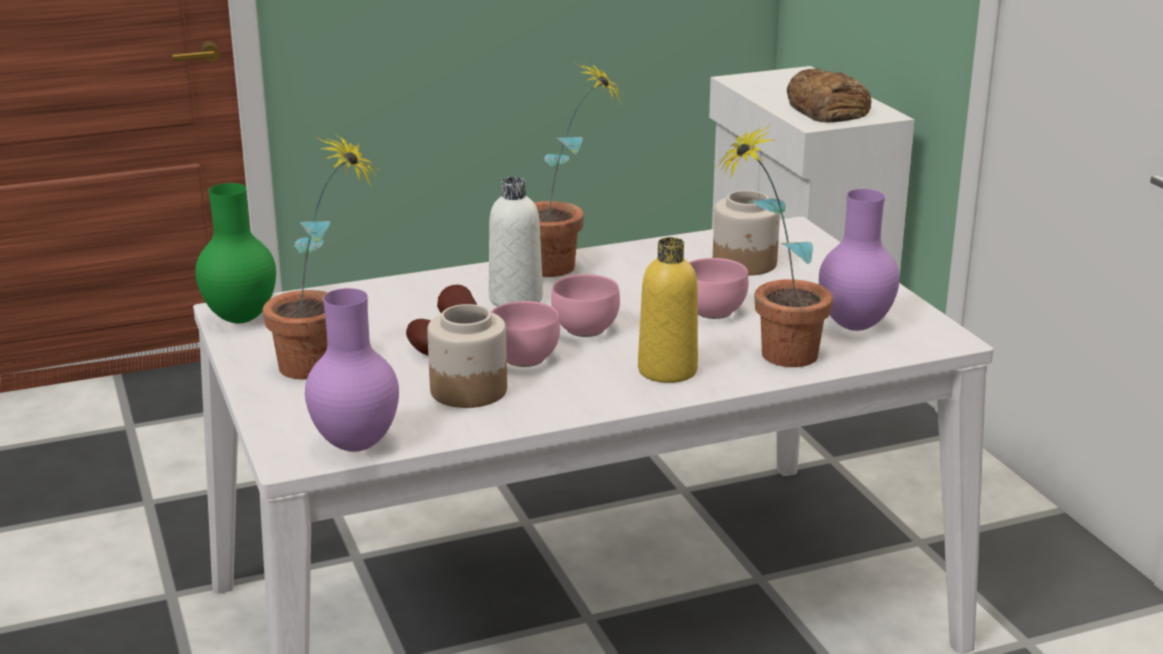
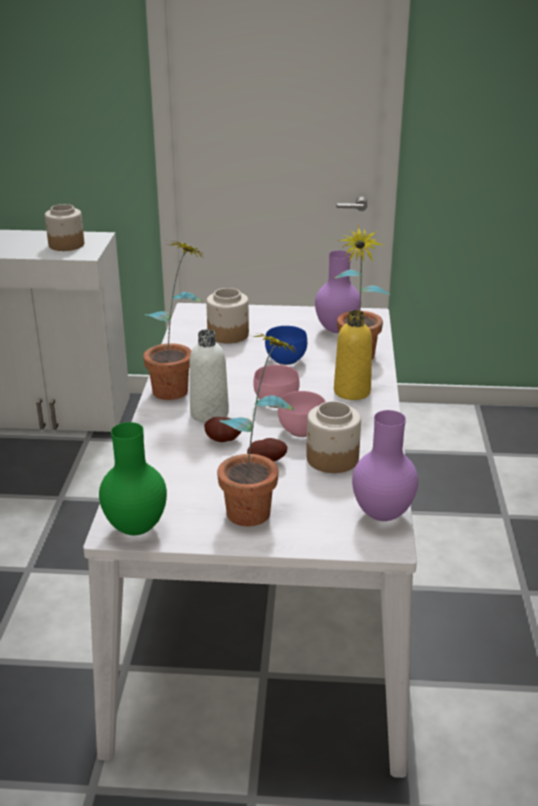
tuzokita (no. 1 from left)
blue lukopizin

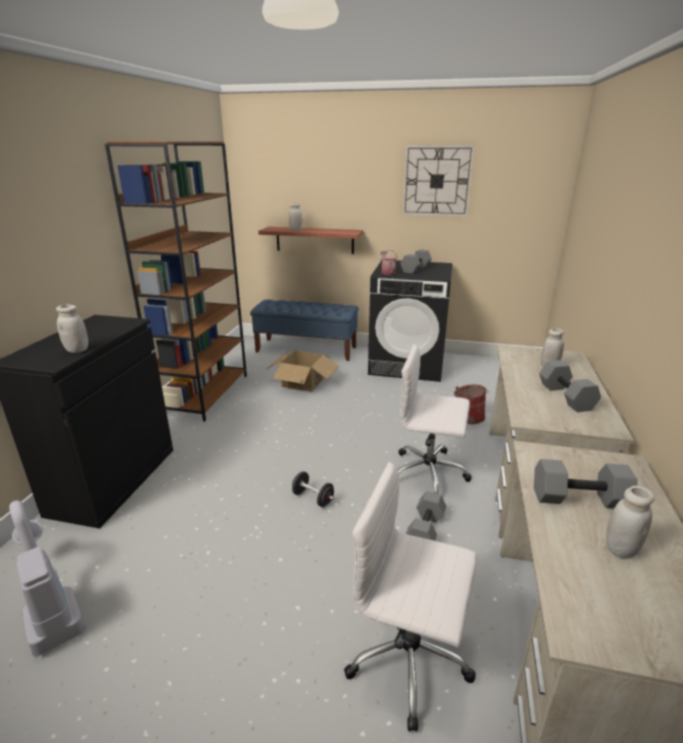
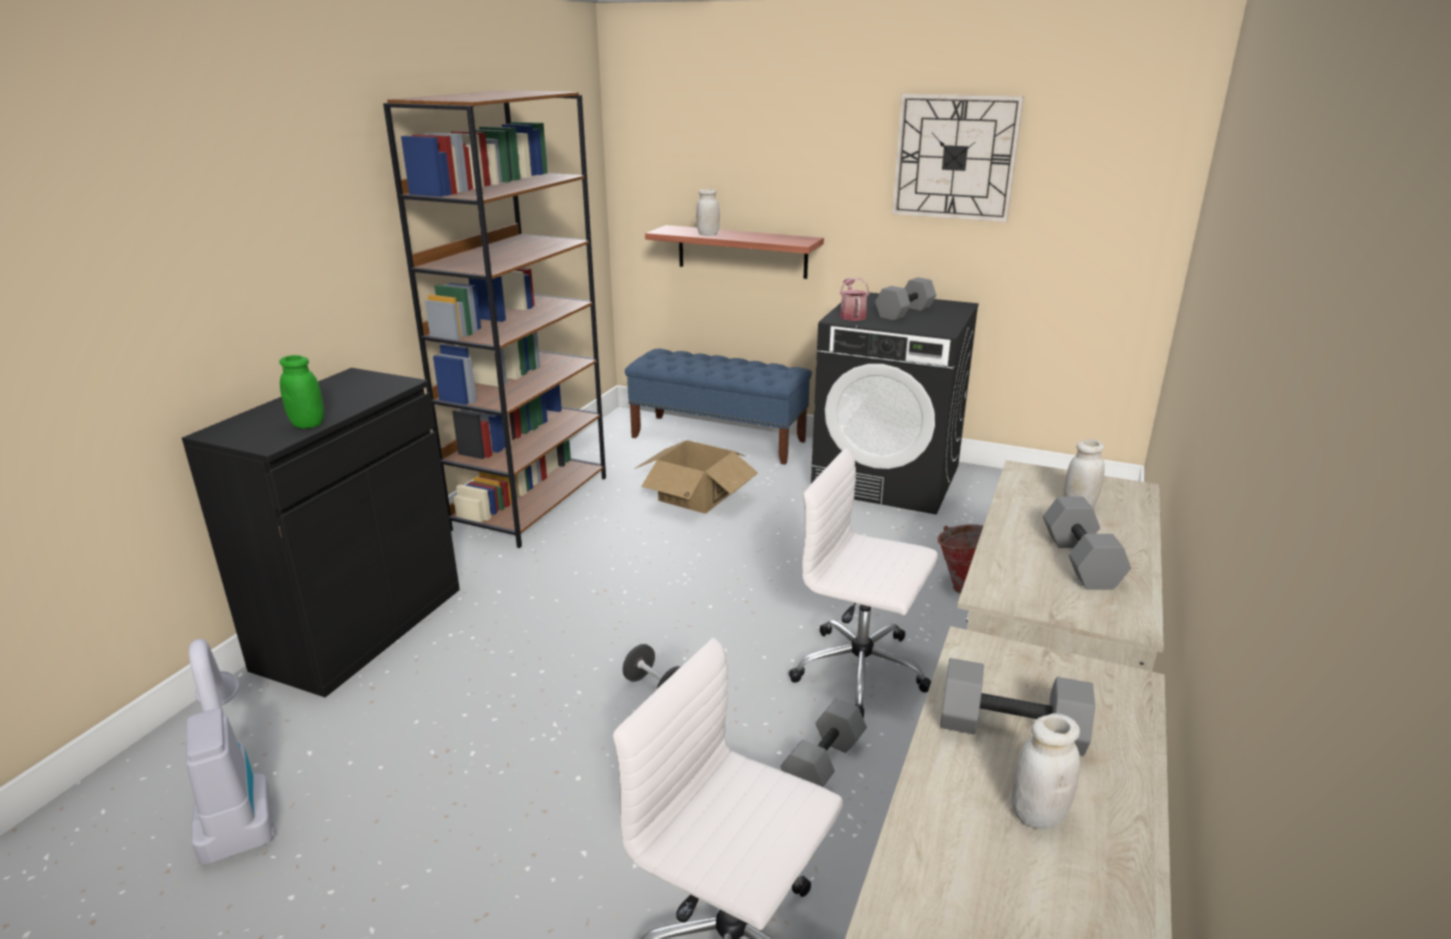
green tuzokita

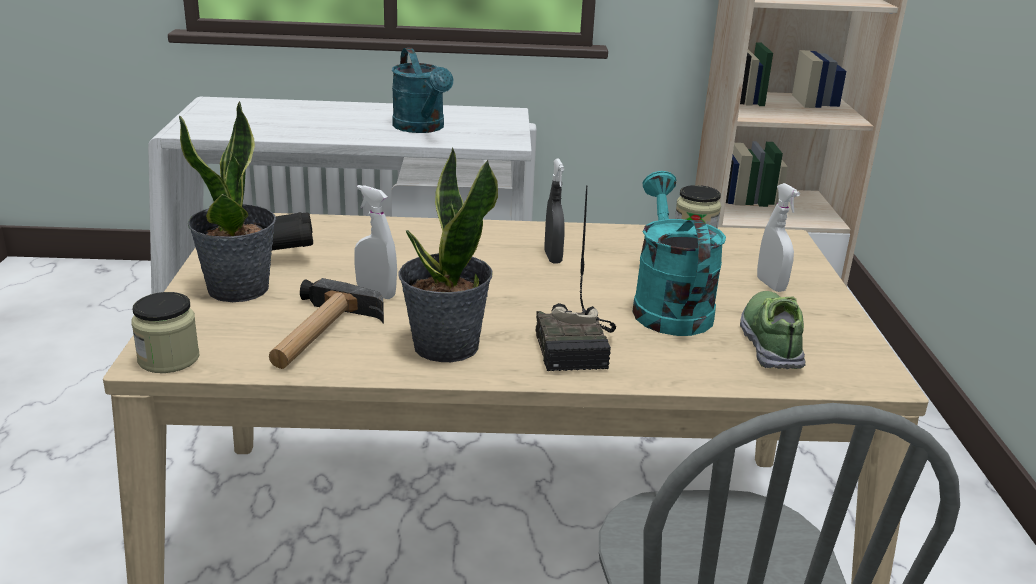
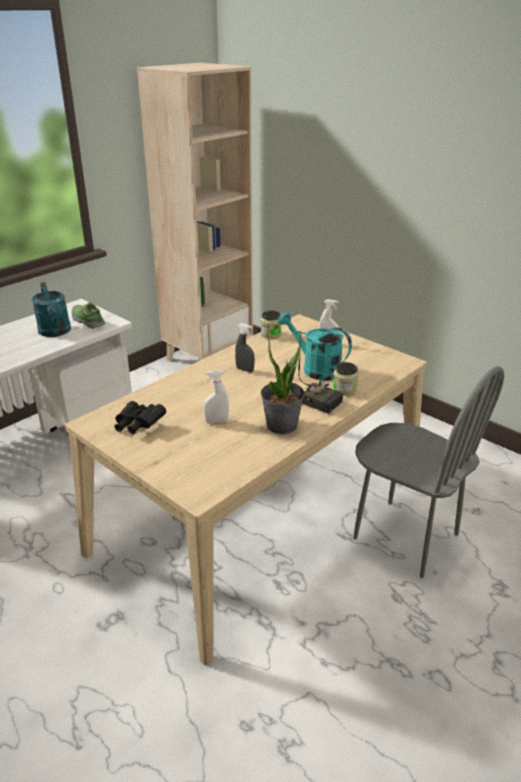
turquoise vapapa (no. 1 from left)
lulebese (no. 1 from left in the first image)
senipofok
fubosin
tuzokita (no. 2 from left)

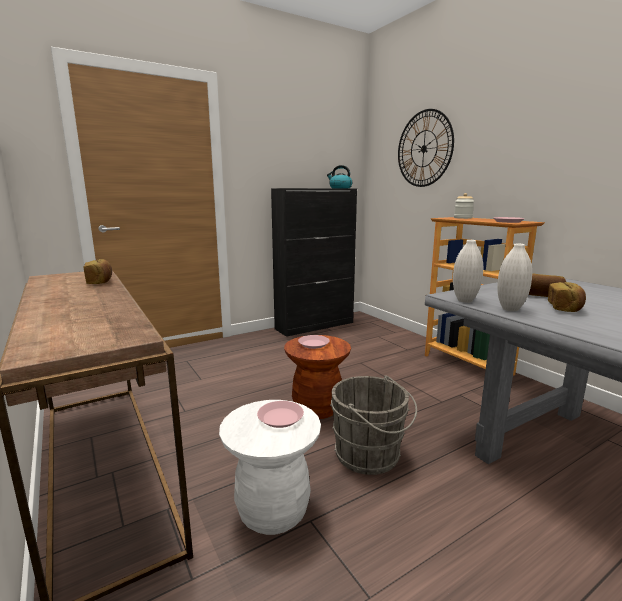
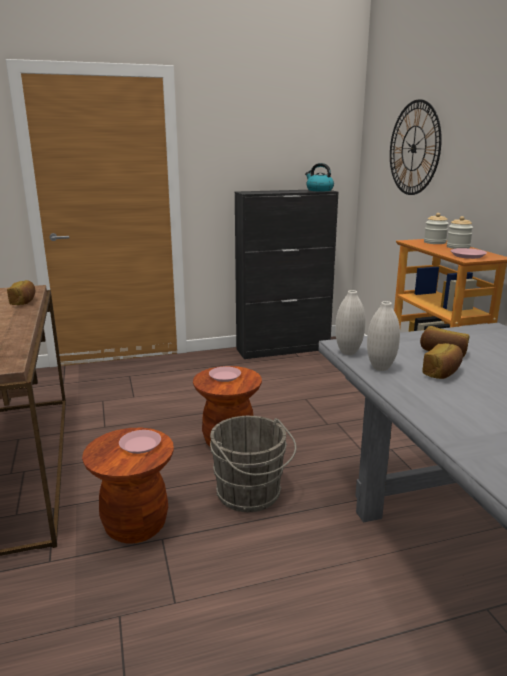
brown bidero (no. 1 from left)
tuzokita (no. 2 from left)

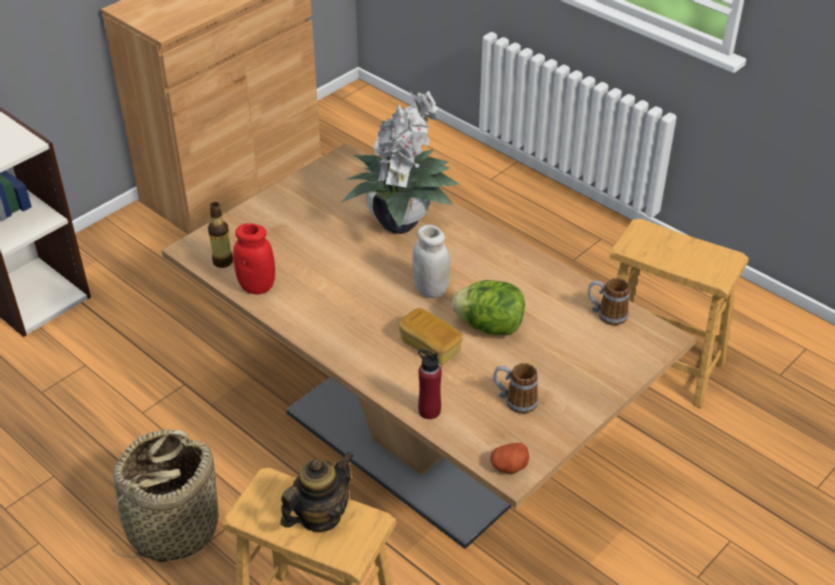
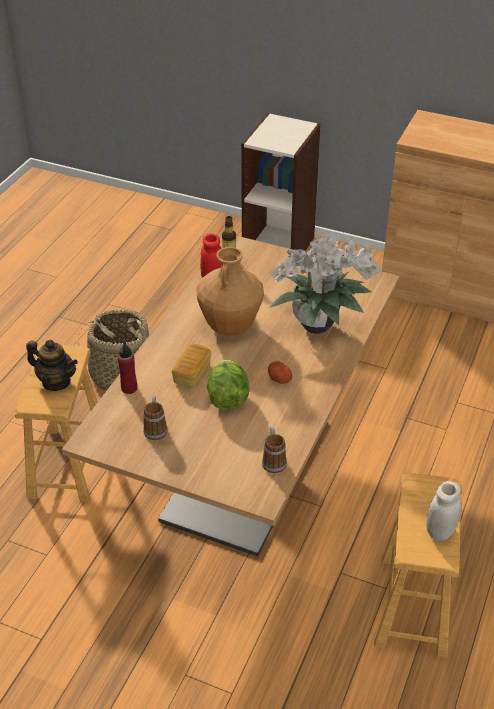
white tuzokita
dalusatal
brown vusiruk

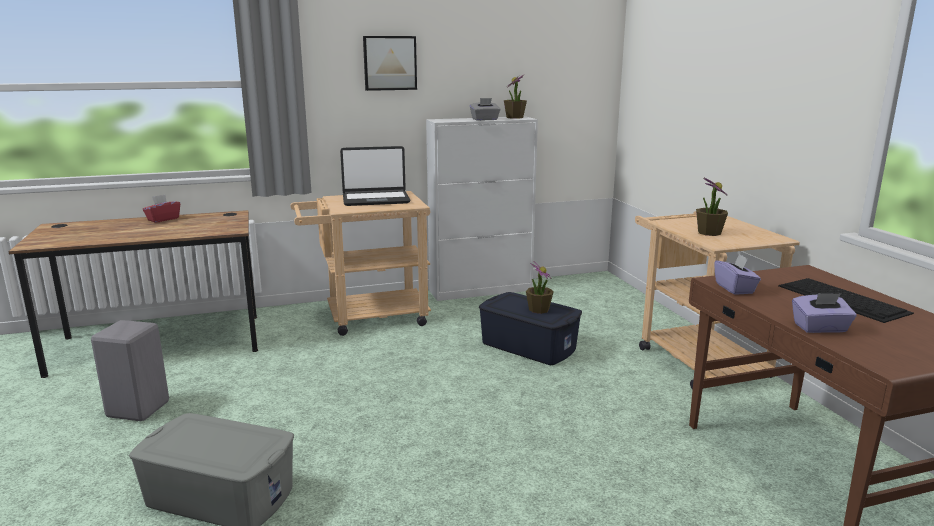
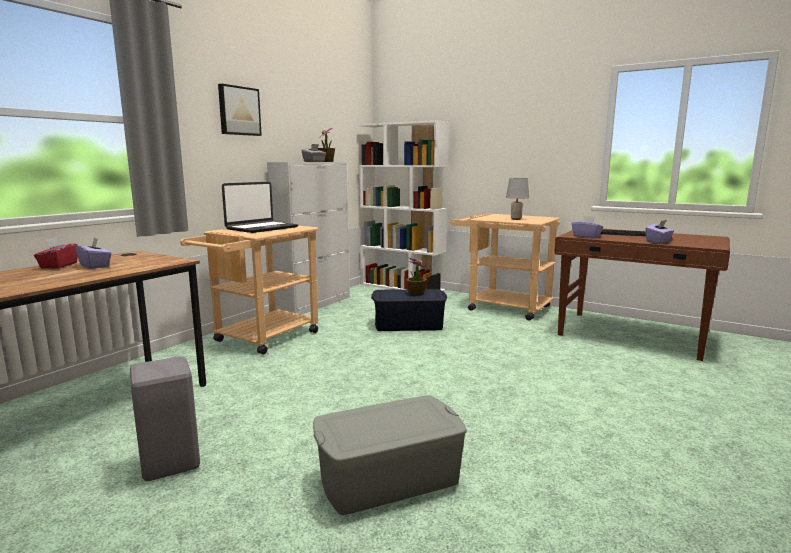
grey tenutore
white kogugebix
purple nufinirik (no. 1 from left)

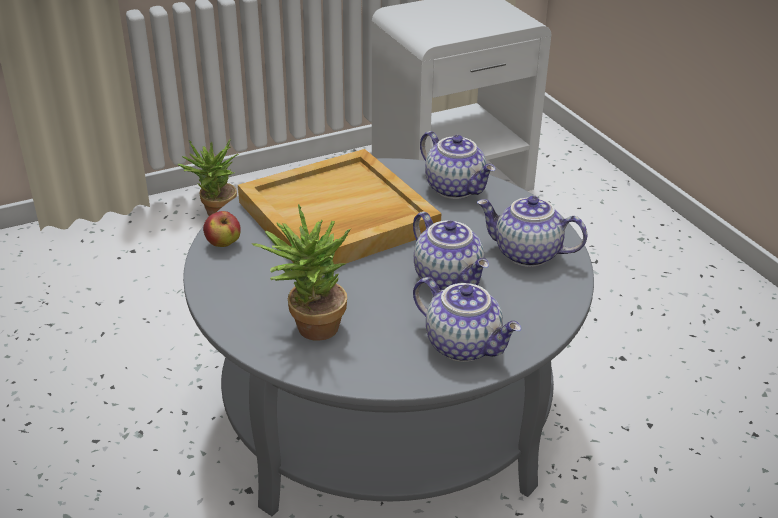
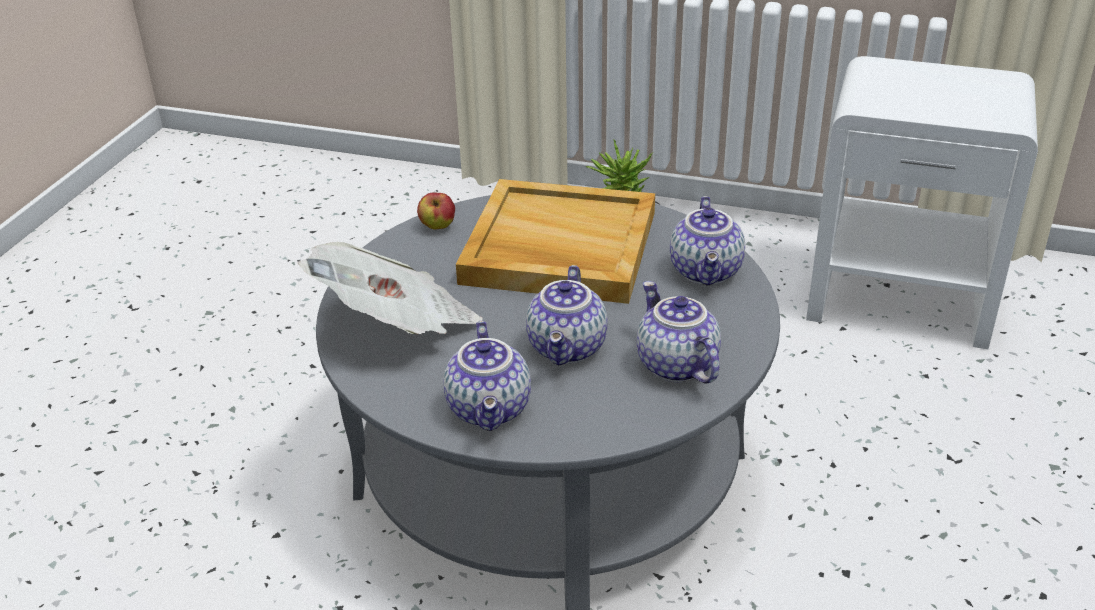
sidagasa

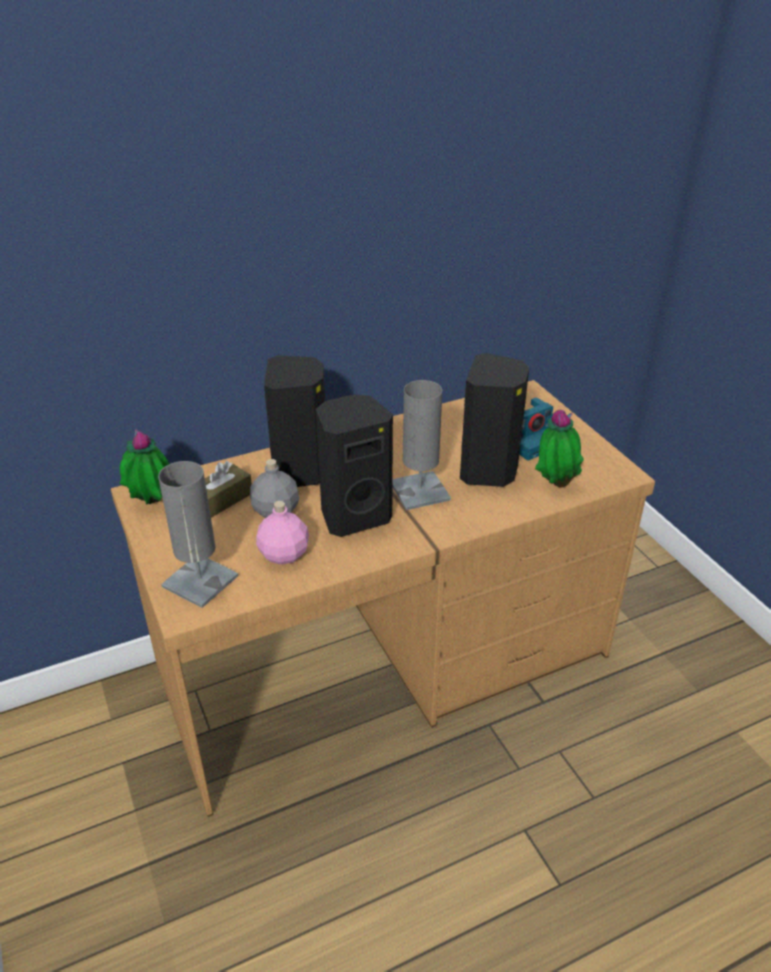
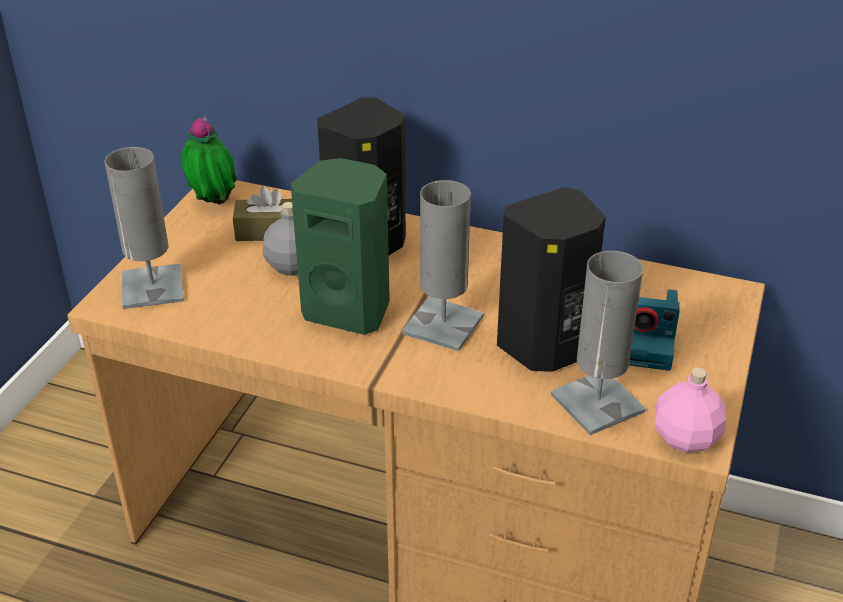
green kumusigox
grey tenutore (no. 3 from left)
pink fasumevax

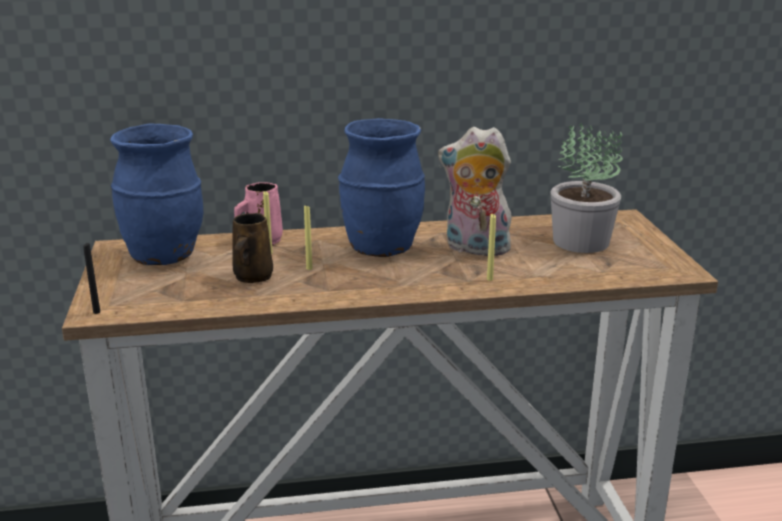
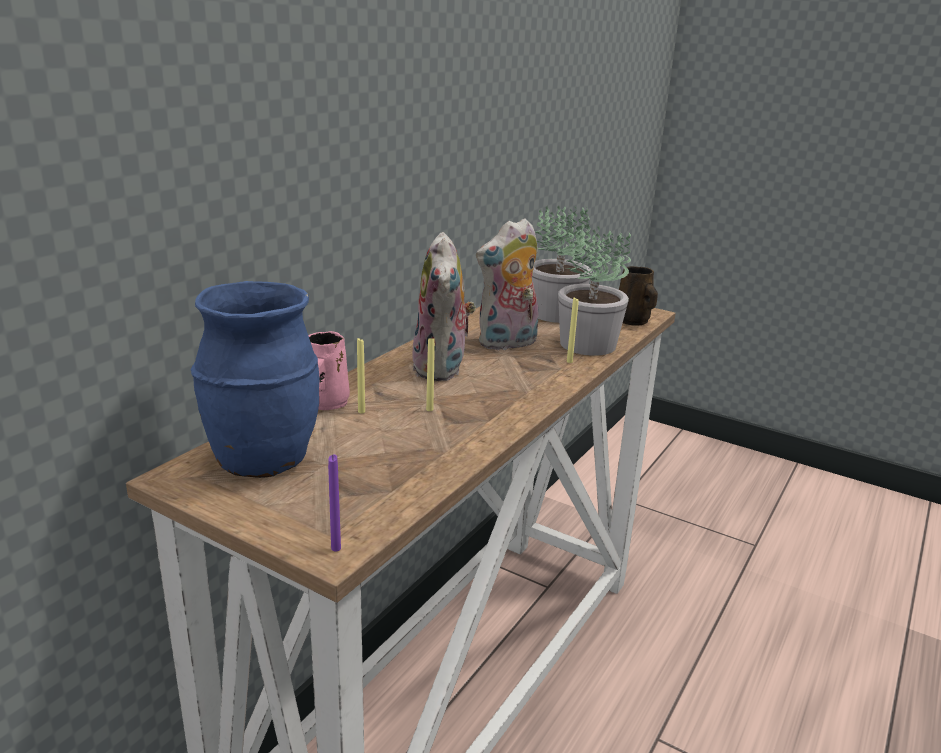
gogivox (no. 1 from left)
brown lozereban
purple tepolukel
lulebese (no. 2 from left)

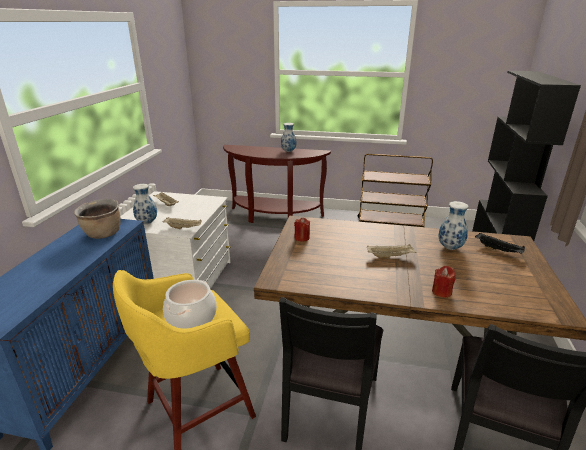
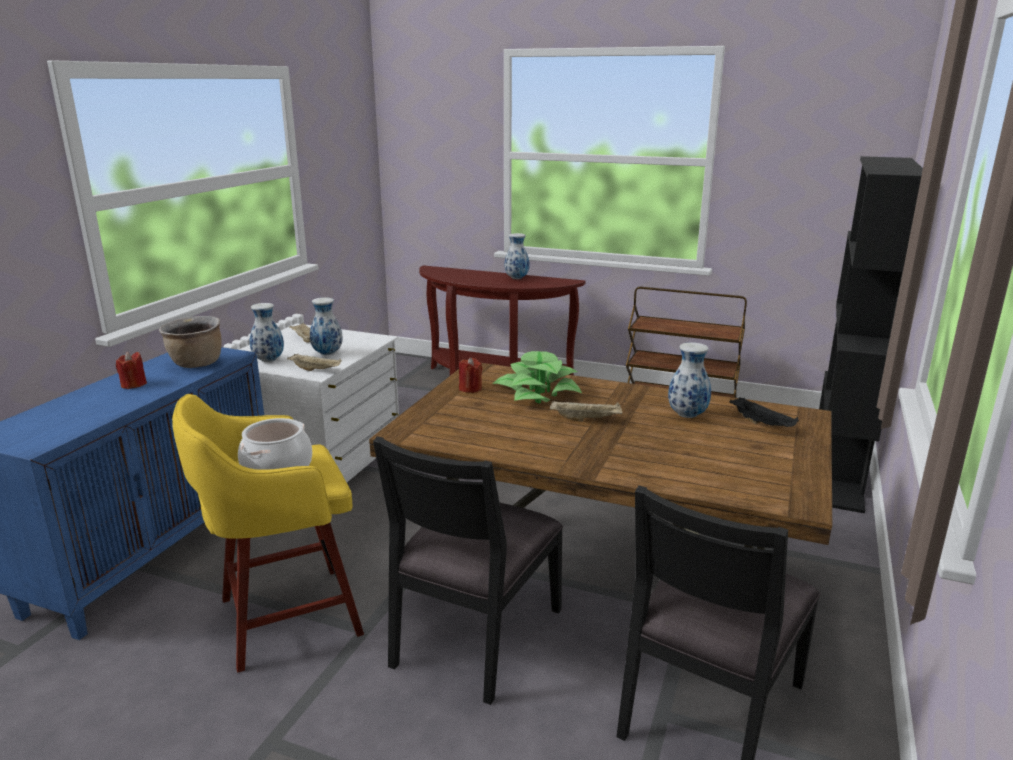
red tepolukel (no. 1 from left)
vusiruk (no. 2 from left)
lulebese

